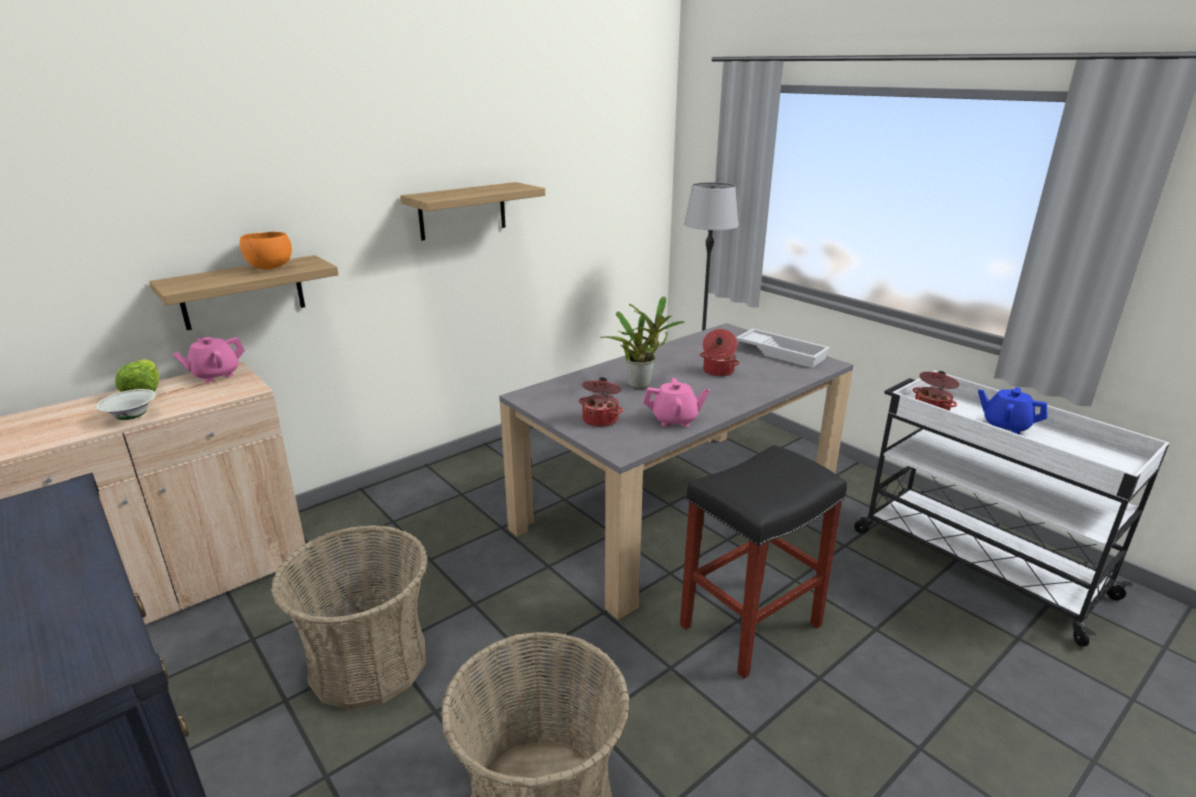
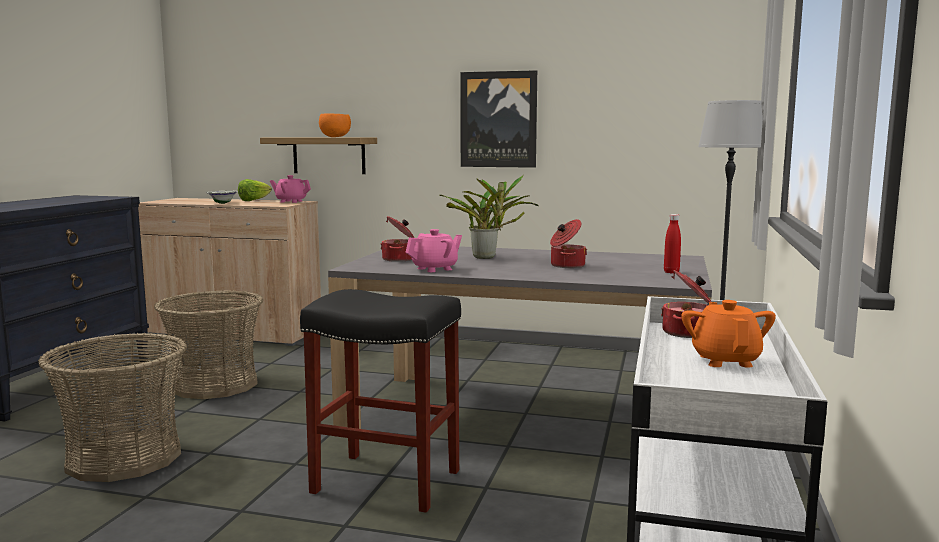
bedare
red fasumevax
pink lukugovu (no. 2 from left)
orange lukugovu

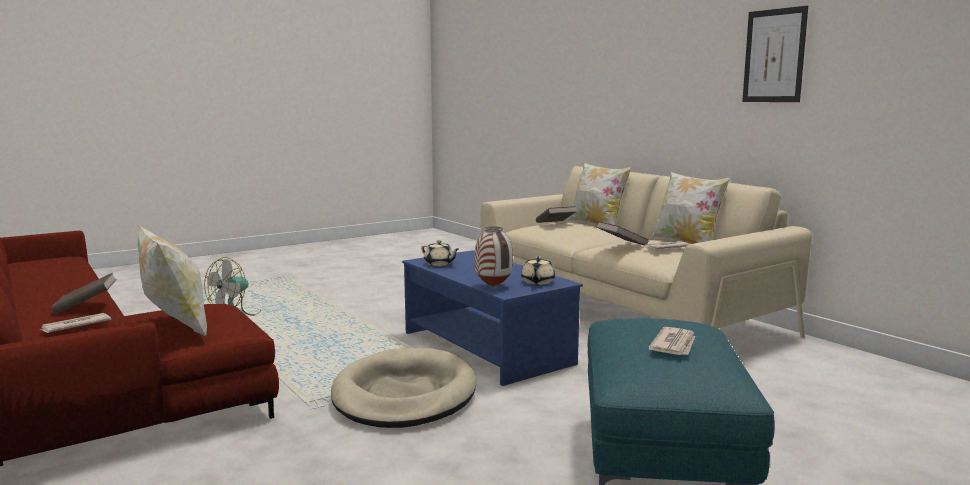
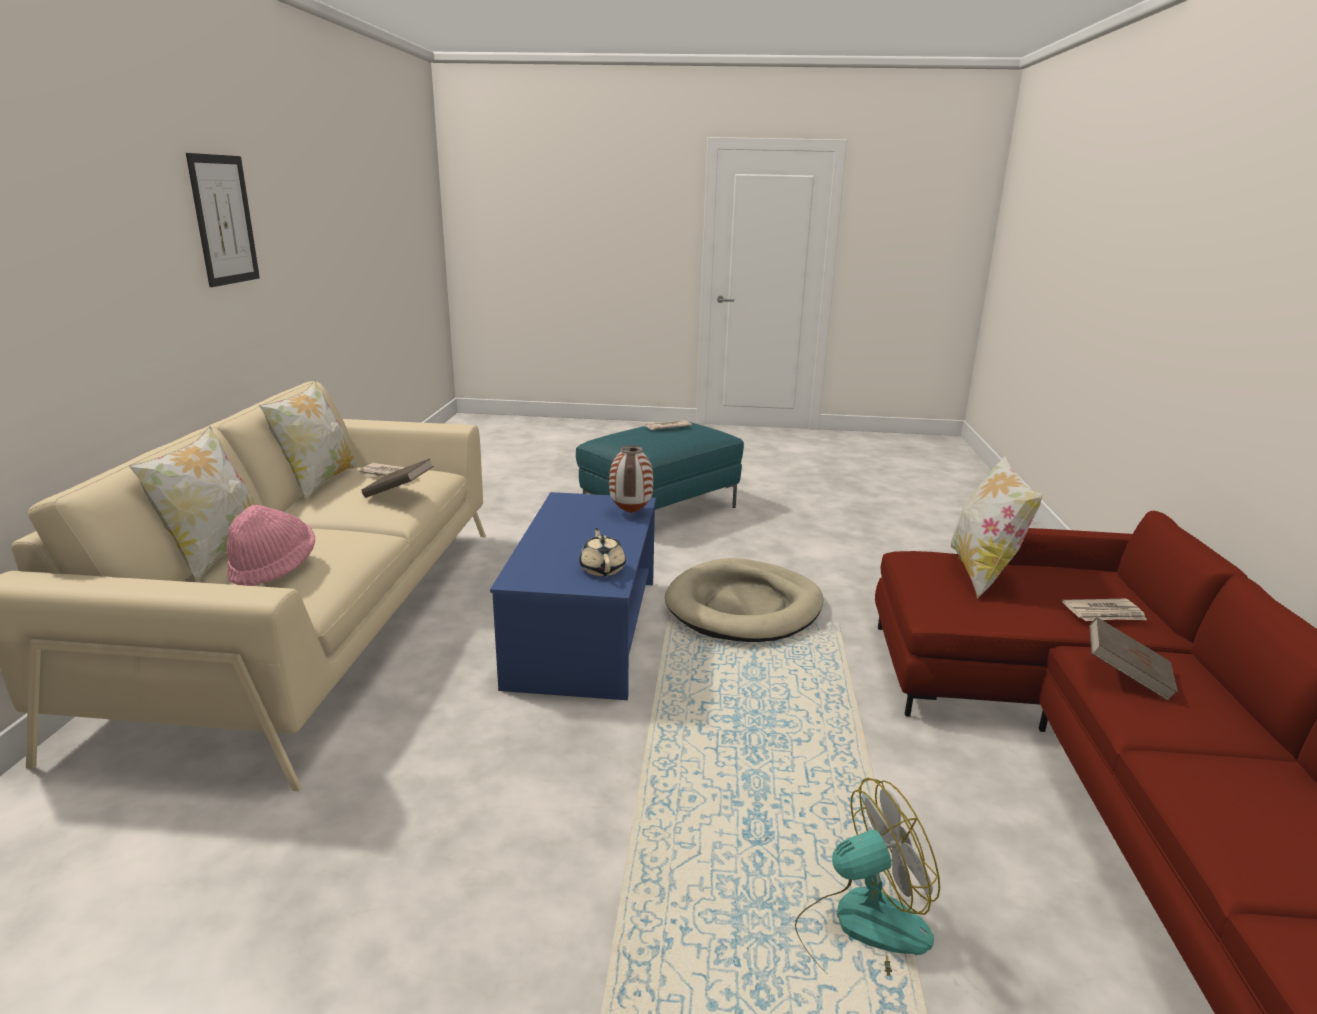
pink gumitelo
beige lukugovu (no. 2 from left in the first image)

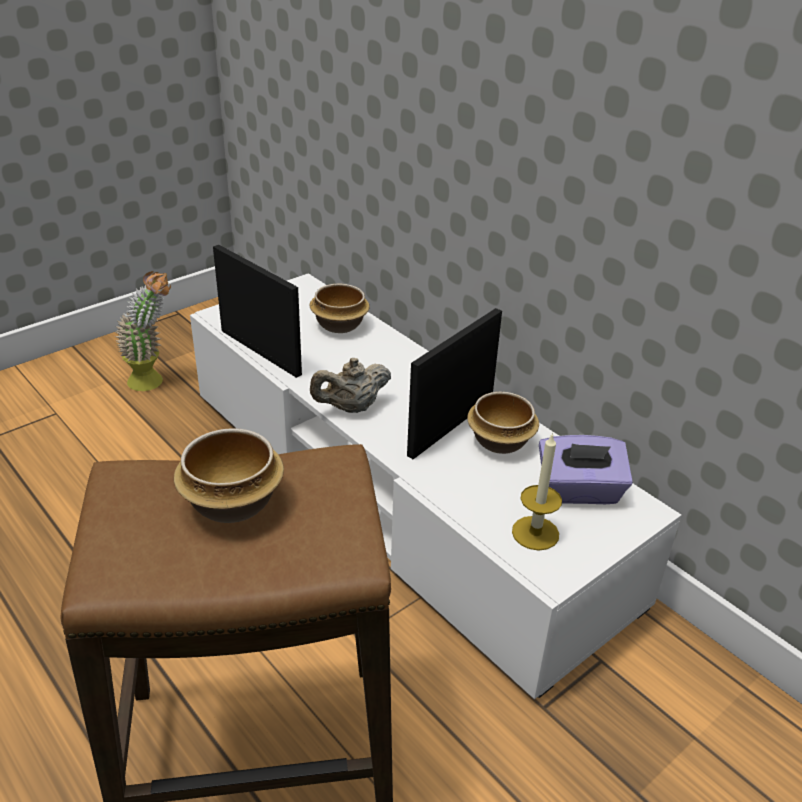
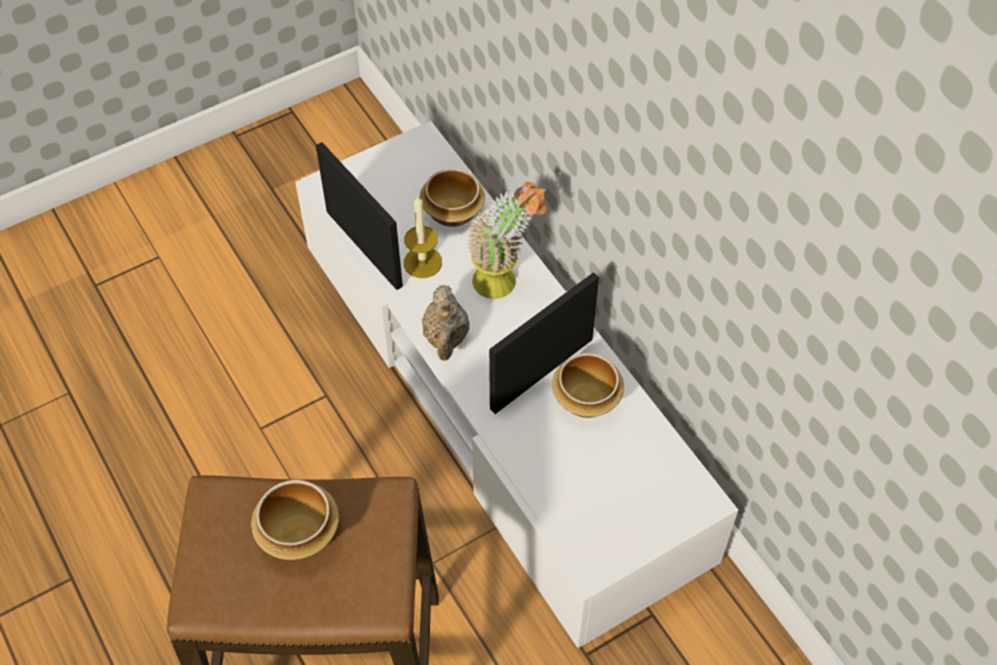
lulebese
beige lukugovu
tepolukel
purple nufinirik

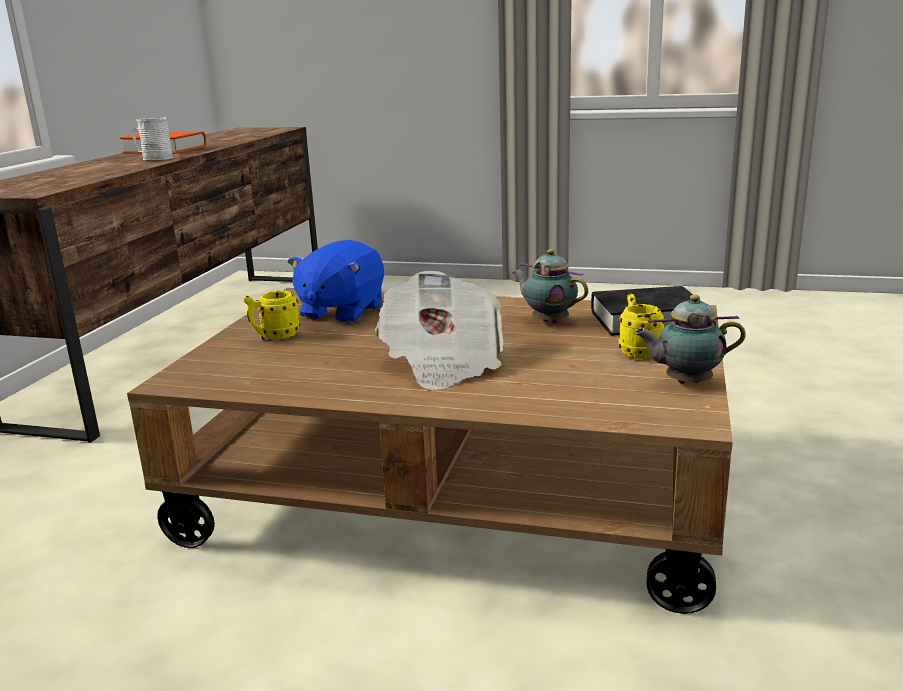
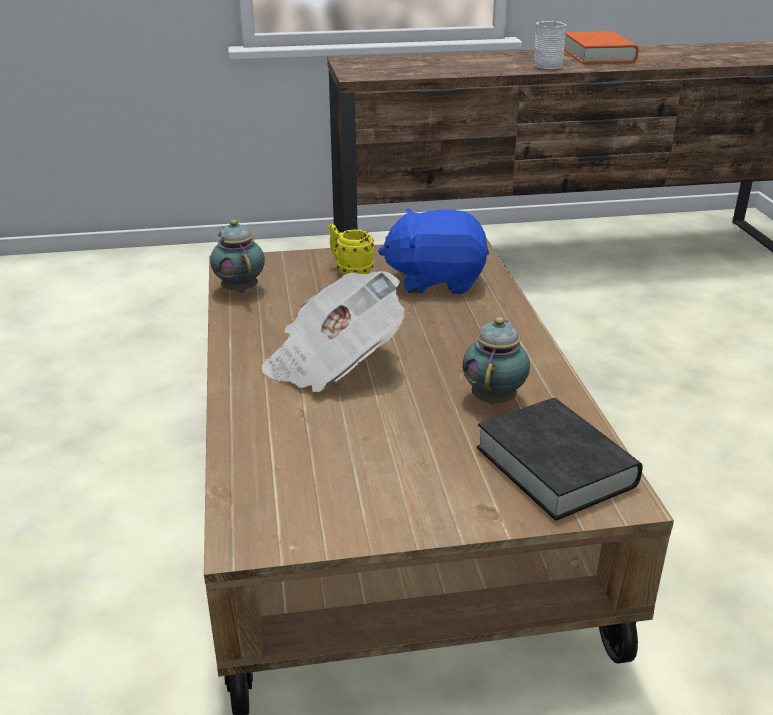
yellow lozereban (no. 2 from left in the first image)
lukugovu (no. 1 from left)

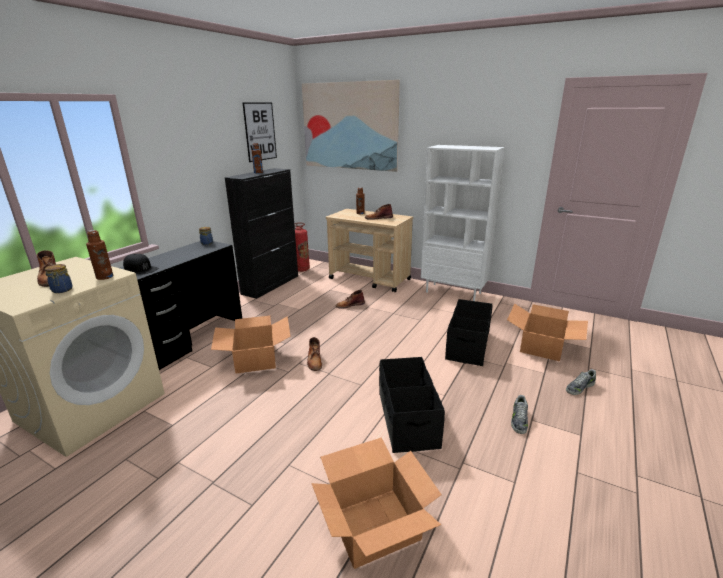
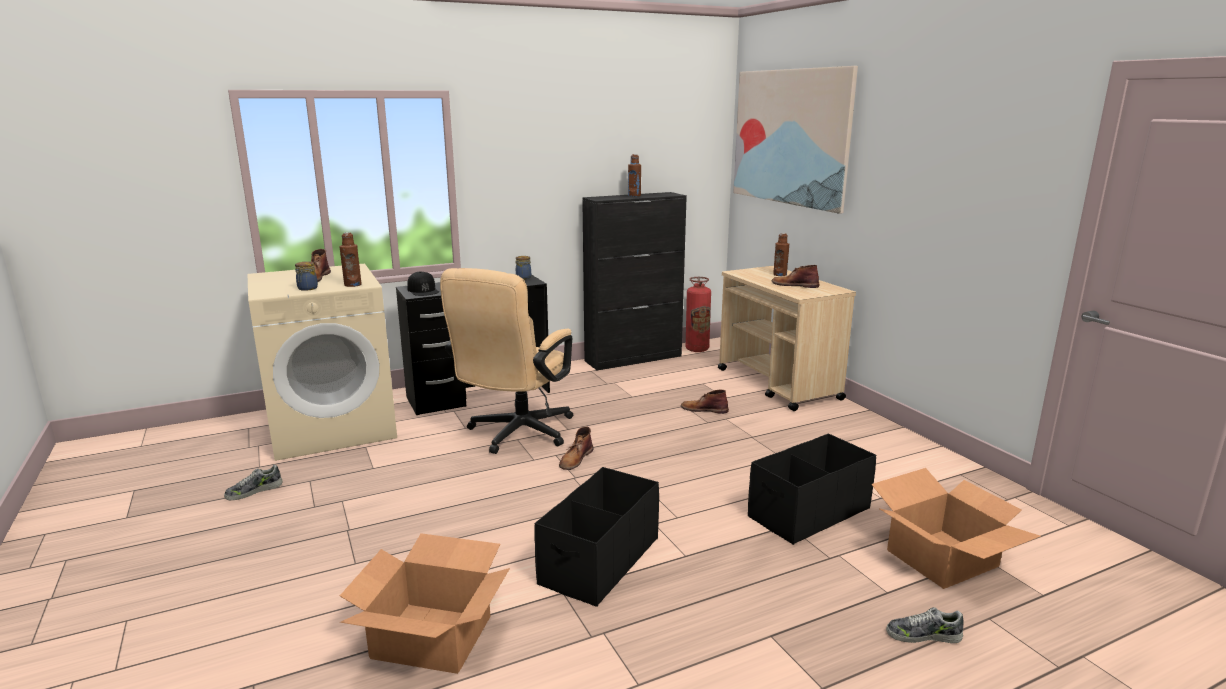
bedare (no. 1 from left in the first image)
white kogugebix
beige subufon
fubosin (no. 1 from left)

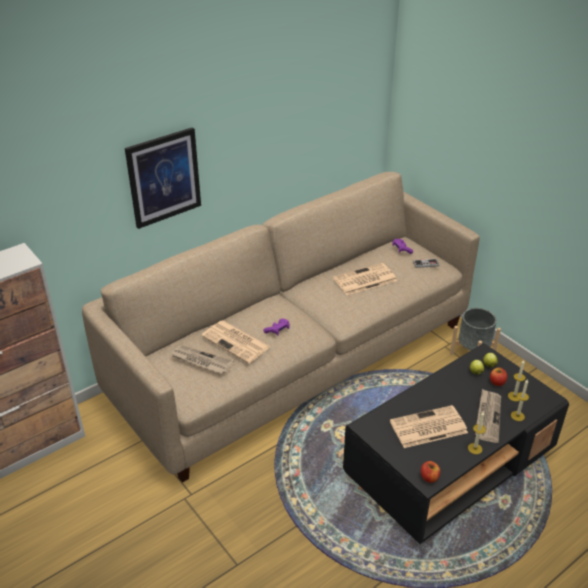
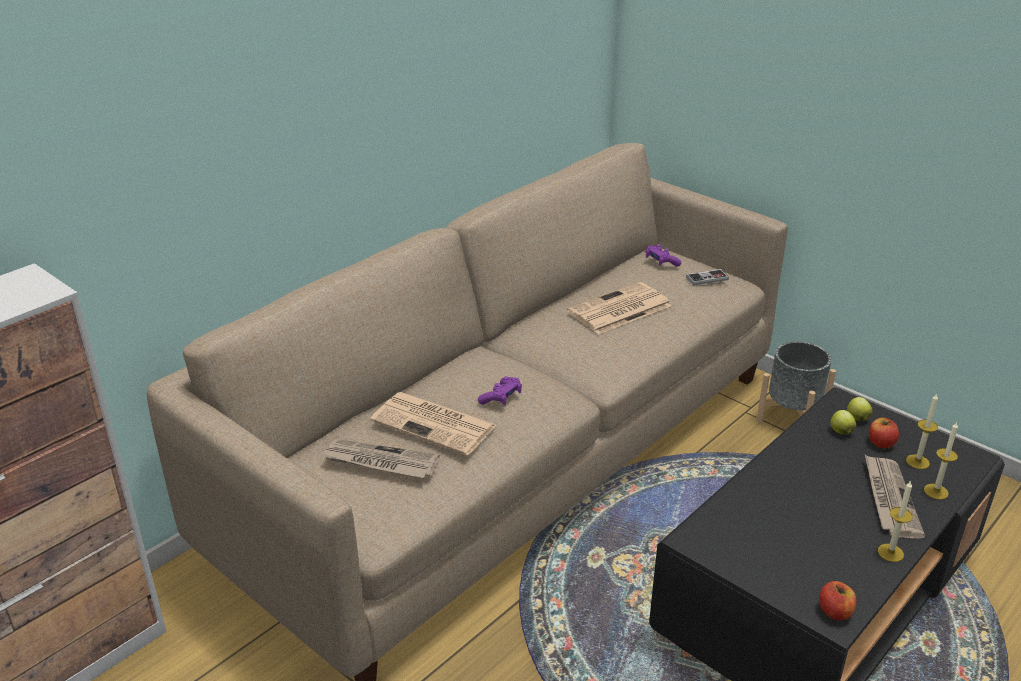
bedare
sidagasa (no. 4 from left in the first image)

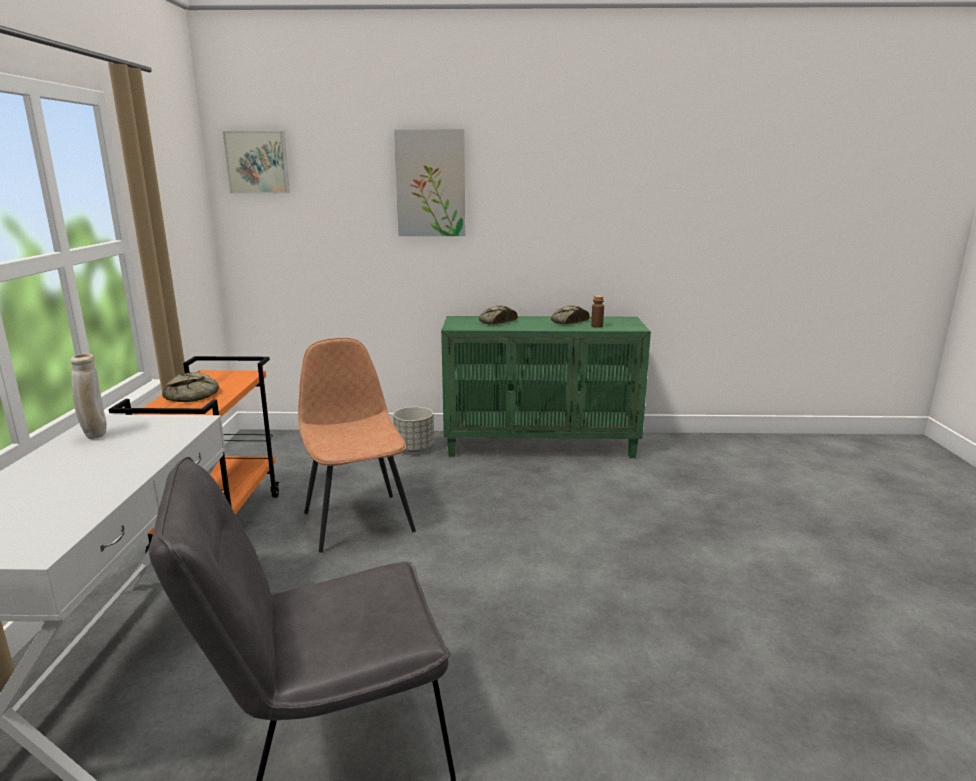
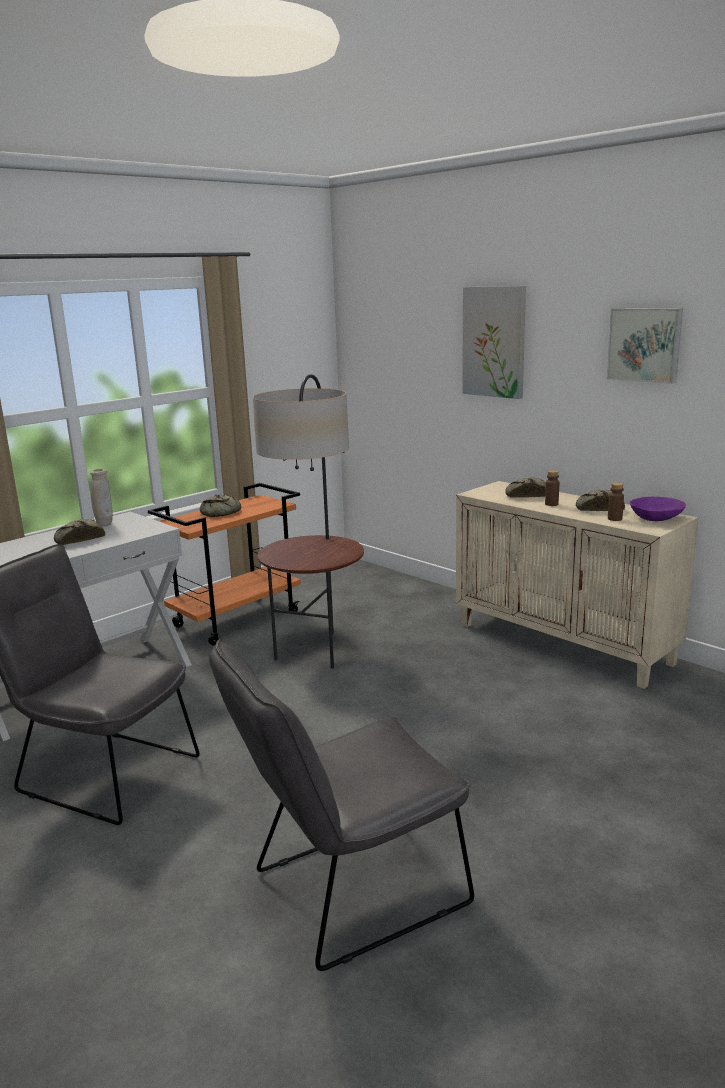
bedare (no. 2 from left)
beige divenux
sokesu
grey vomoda
brown fasumevax (no. 1 from left)
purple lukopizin
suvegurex (no. 1 from left)
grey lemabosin (no. 2 from left)

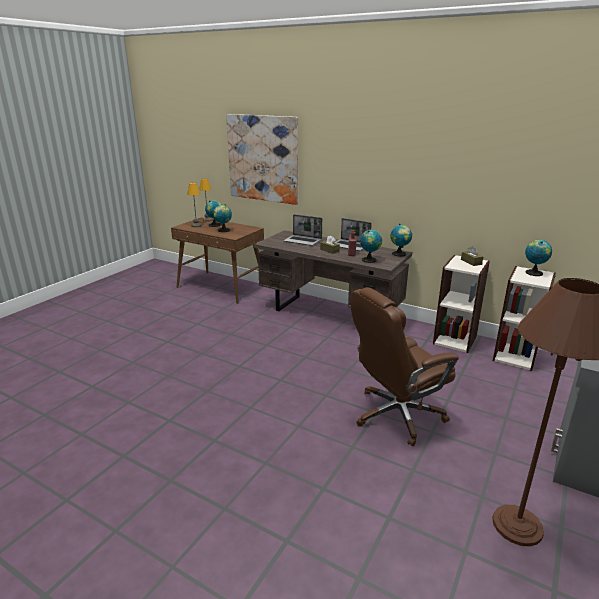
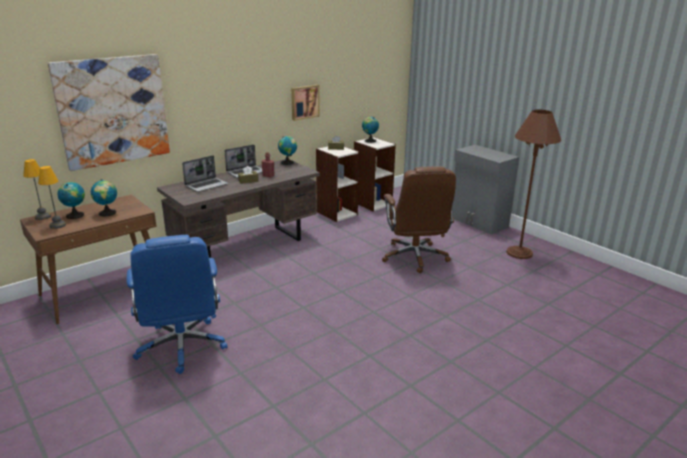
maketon (no. 3 from left in the first image)
bedare (no. 2 from left)
blue subufon

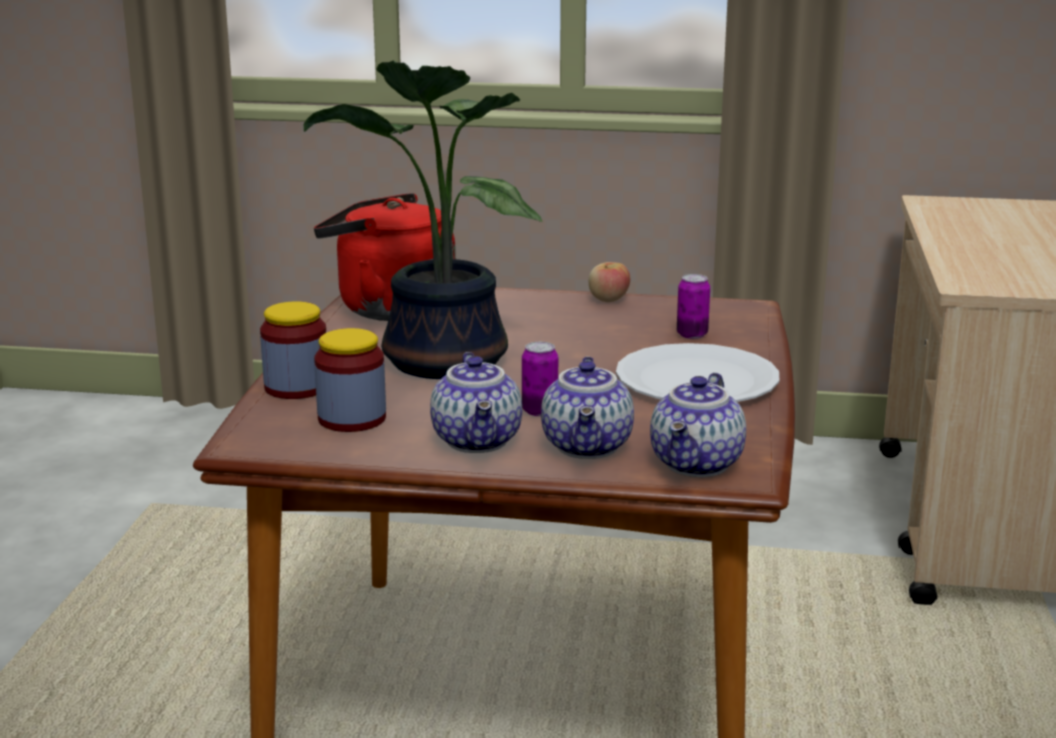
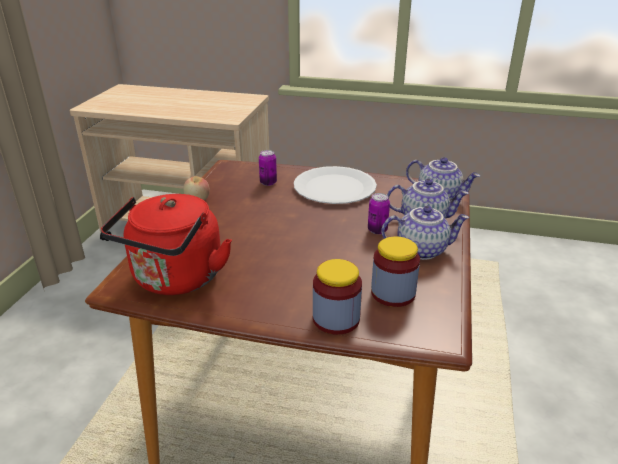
lulebese

